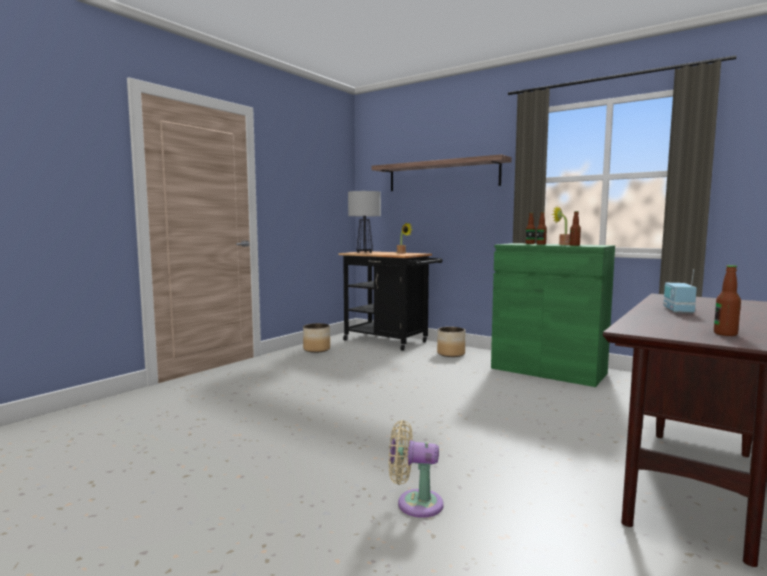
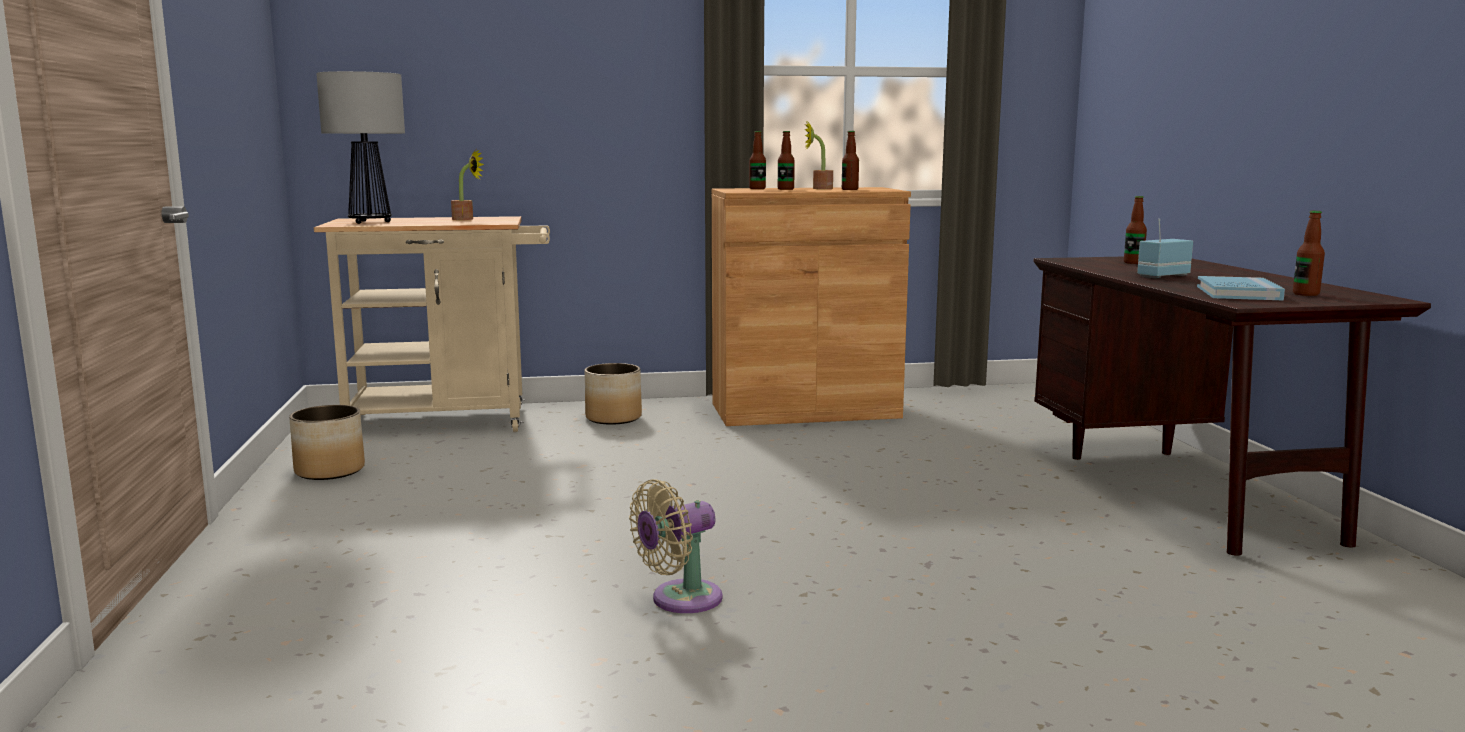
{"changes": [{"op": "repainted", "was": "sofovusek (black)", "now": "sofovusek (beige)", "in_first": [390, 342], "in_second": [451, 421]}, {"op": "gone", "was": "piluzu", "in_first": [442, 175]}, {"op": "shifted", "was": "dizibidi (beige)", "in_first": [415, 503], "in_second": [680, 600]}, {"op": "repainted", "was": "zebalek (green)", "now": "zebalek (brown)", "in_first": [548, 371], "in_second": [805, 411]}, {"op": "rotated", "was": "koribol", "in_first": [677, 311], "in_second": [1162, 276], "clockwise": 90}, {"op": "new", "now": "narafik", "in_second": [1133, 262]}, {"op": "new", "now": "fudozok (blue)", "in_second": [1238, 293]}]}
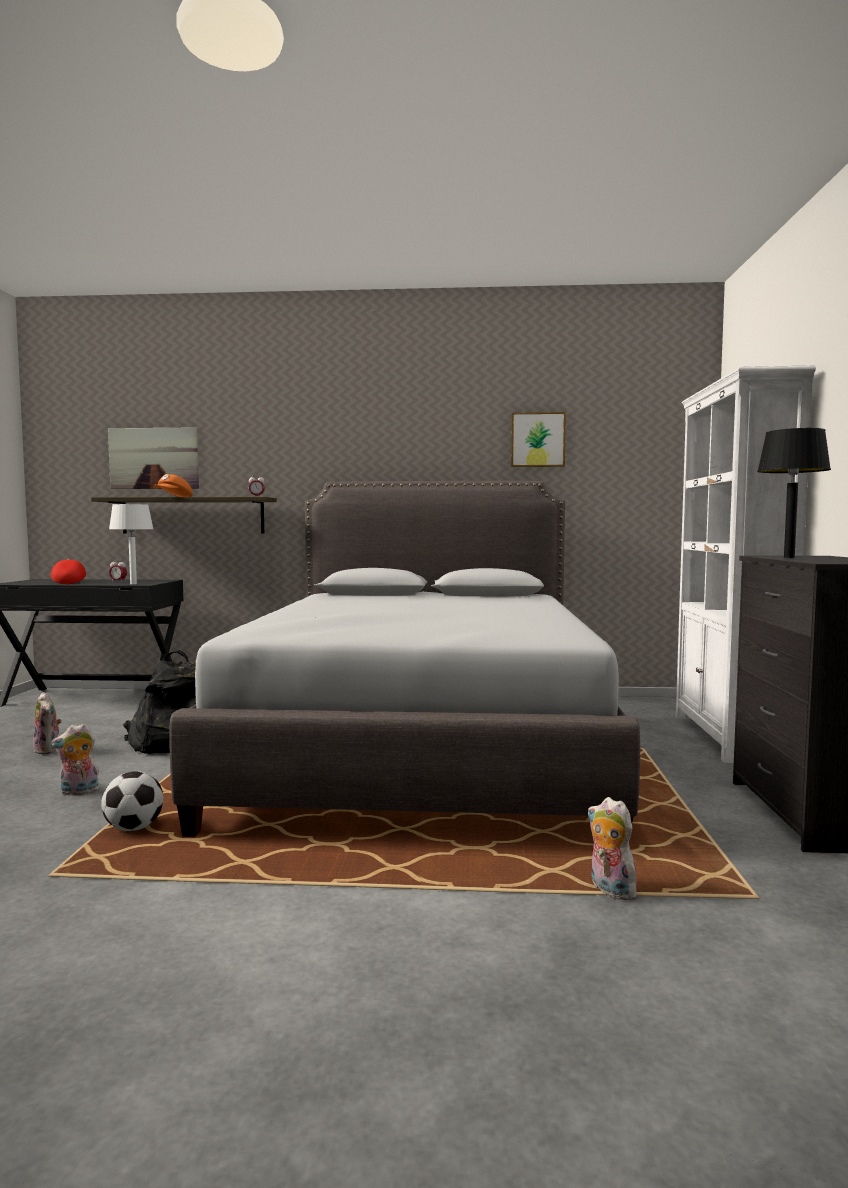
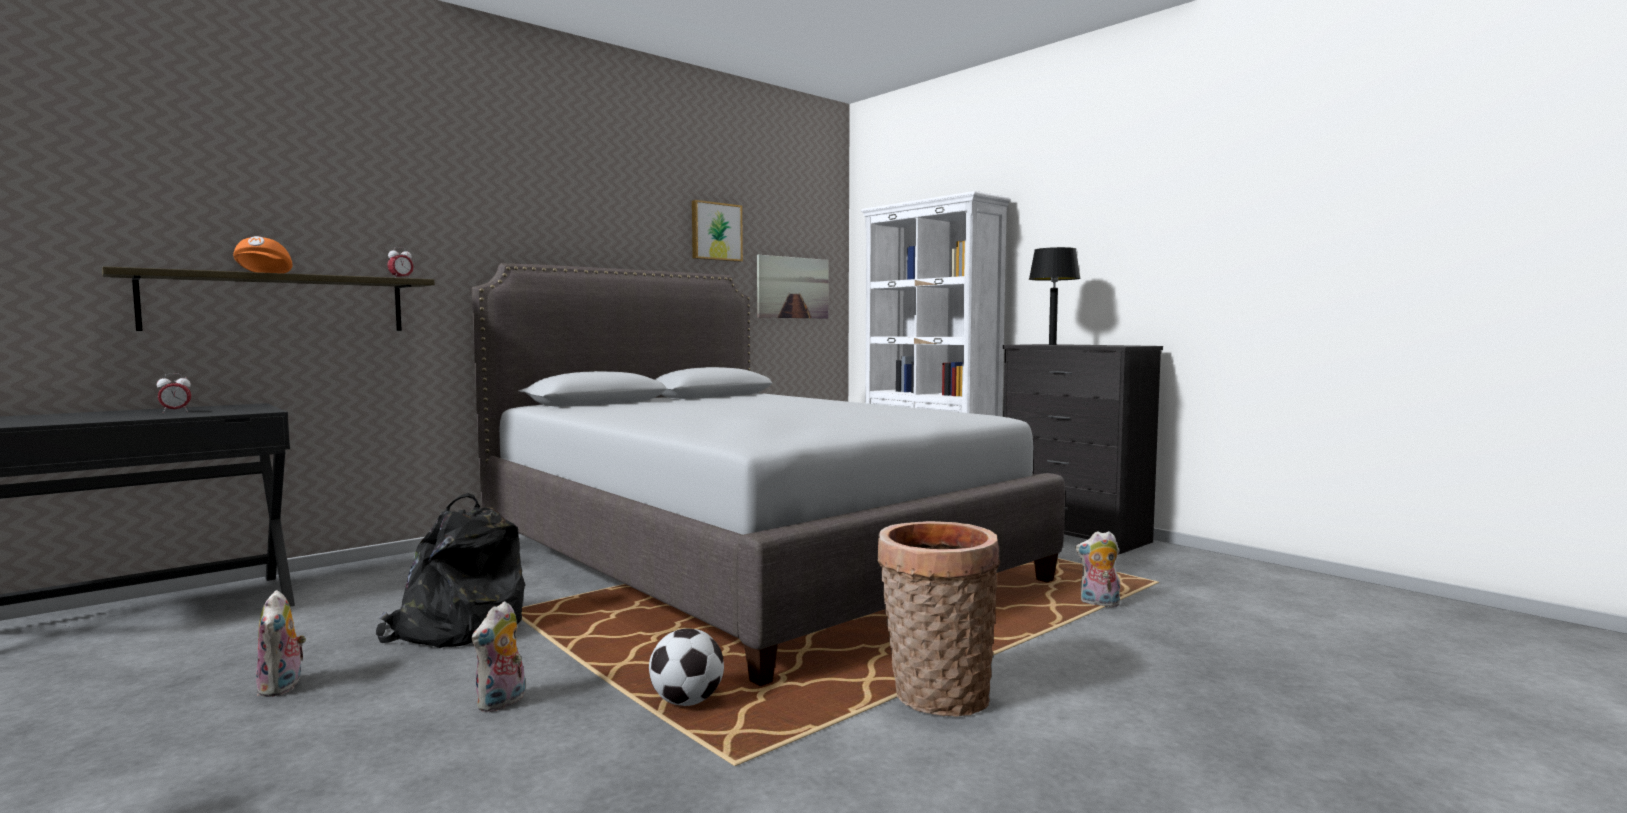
{"changes": [{"op": "rotated", "was": "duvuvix", "in_first": [48, 750], "in_second": [283, 687], "clockwise": 60}, {"op": "gone", "was": "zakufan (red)", "in_first": [68, 582]}, {"op": "shifted", "was": "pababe", "in_first": [154, 458], "in_second": [793, 287]}, {"op": "gone", "was": "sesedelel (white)", "in_first": [133, 584]}, {"op": "new", "now": "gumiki", "in_second": [935, 697]}]}
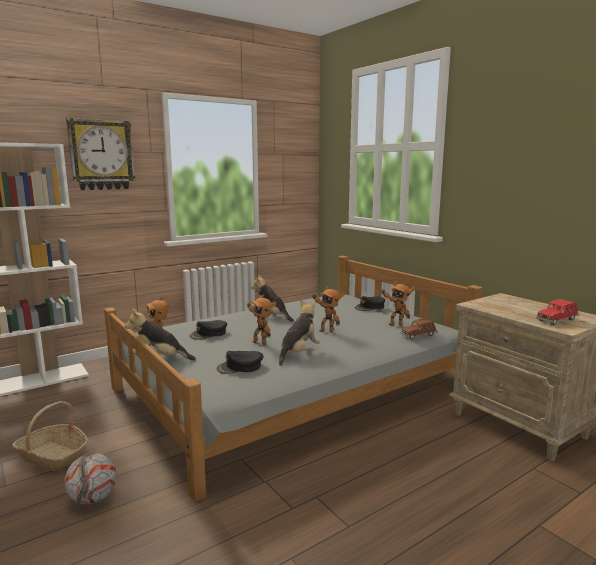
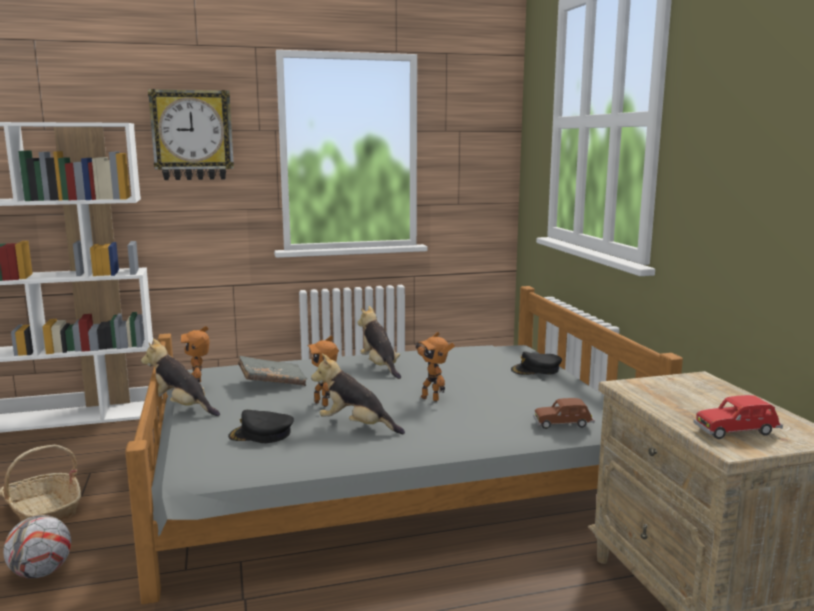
{"changes": [{"op": "swapped", "was": "zakufan (black)", "now": "fudozok (grey)", "in_first": [209, 334], "in_second": [272, 382]}, {"op": "rotated", "was": "duvuvix", "in_first": [298, 353], "in_second": [356, 426], "clockwise": -120}, {"op": "gone", "was": "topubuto", "in_first": [395, 324]}]}
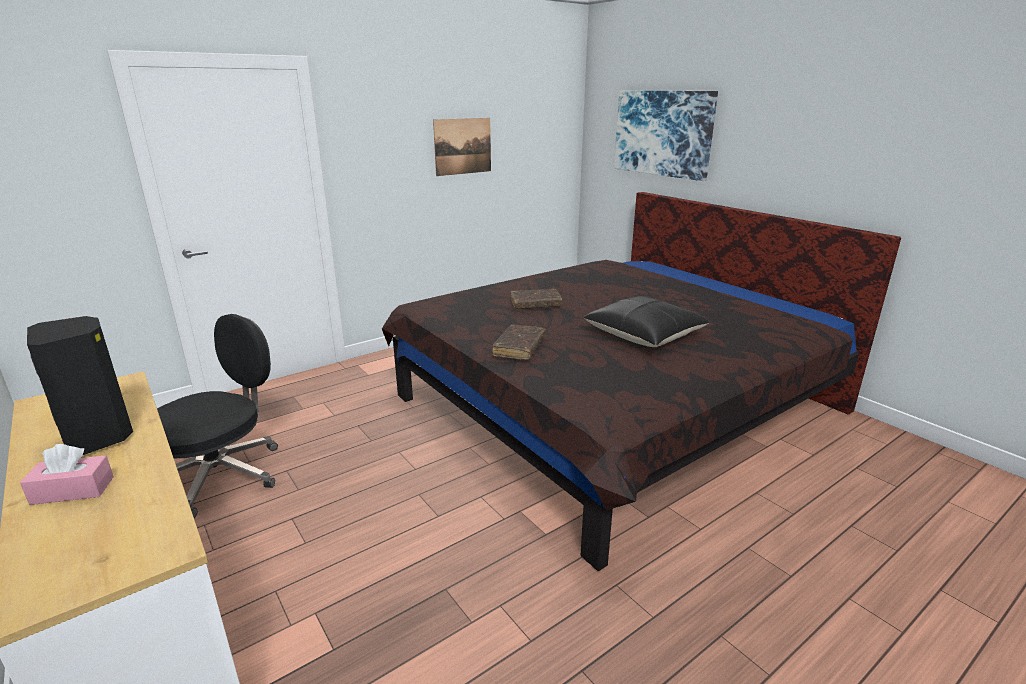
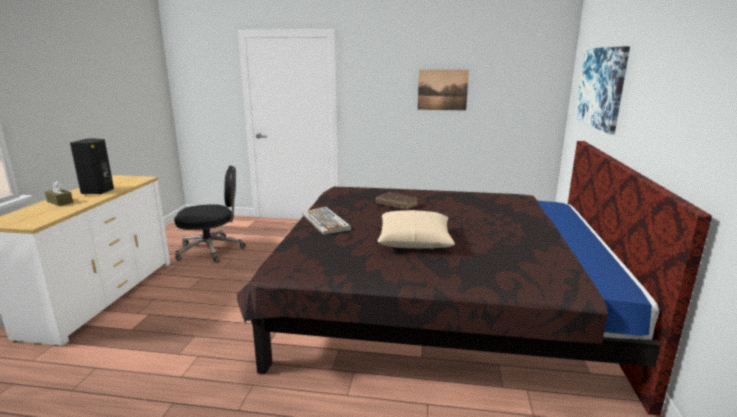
{"changes": [{"op": "repainted", "was": "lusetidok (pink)", "now": "lusetidok (brown)", "in_first": [73, 490], "in_second": [60, 202]}, {"op": "swapped", "was": "fudozok (brown)", "now": "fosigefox", "in_first": [519, 348], "in_second": [326, 222]}, {"op": "repainted", "was": "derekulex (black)", "now": "derekulex (beige)", "in_first": [644, 334], "in_second": [414, 240]}]}
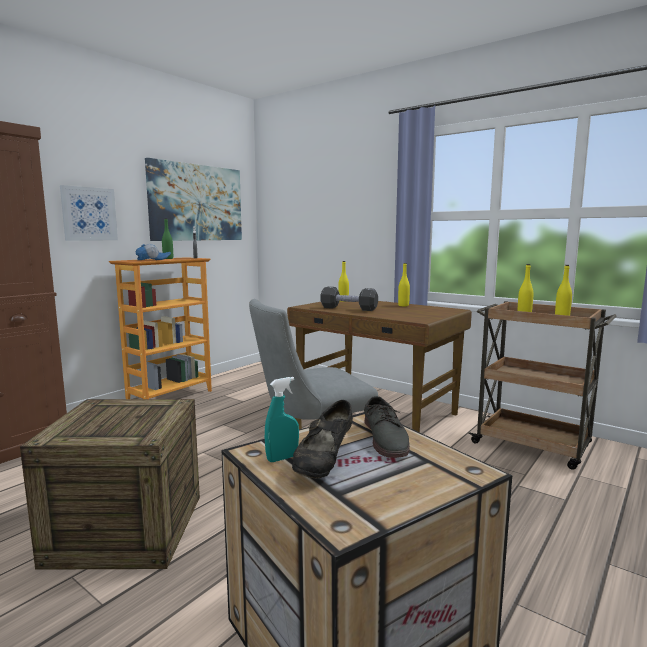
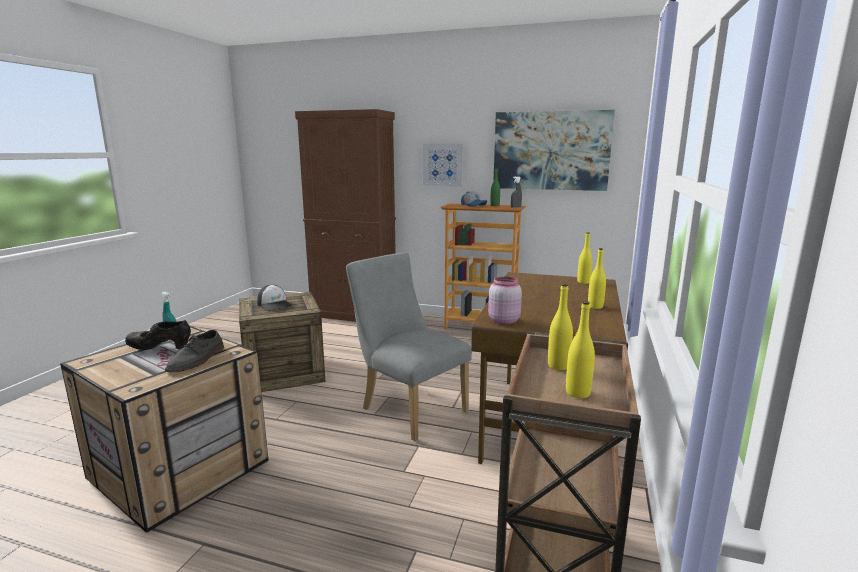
{"changes": [{"op": "gone", "was": "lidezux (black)", "in_first": [348, 308]}, {"op": "rotated", "was": "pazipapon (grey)", "in_first": [386, 438], "in_second": [197, 360], "clockwise": -45}, {"op": "new", "now": "zakufan", "in_second": [275, 305]}, {"op": "new", "now": "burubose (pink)", "in_second": [503, 321]}]}
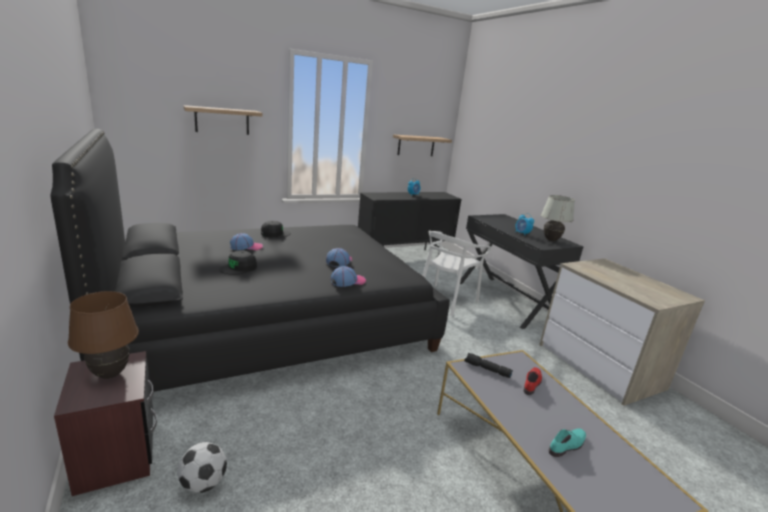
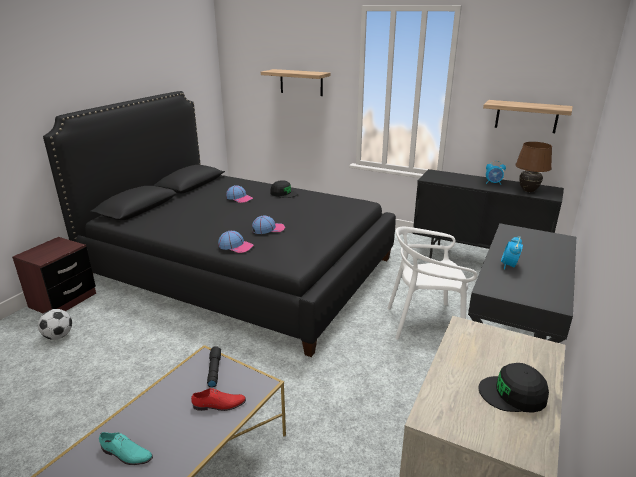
{"changes": [{"op": "shifted", "was": "sesedelel (brown)", "in_first": [111, 374], "in_second": [528, 191]}, {"op": "shifted", "was": "zakufan (black)", "in_first": [239, 268], "in_second": [513, 394]}, {"op": "gone", "was": "sesedelel (white)", "in_first": [551, 240]}]}
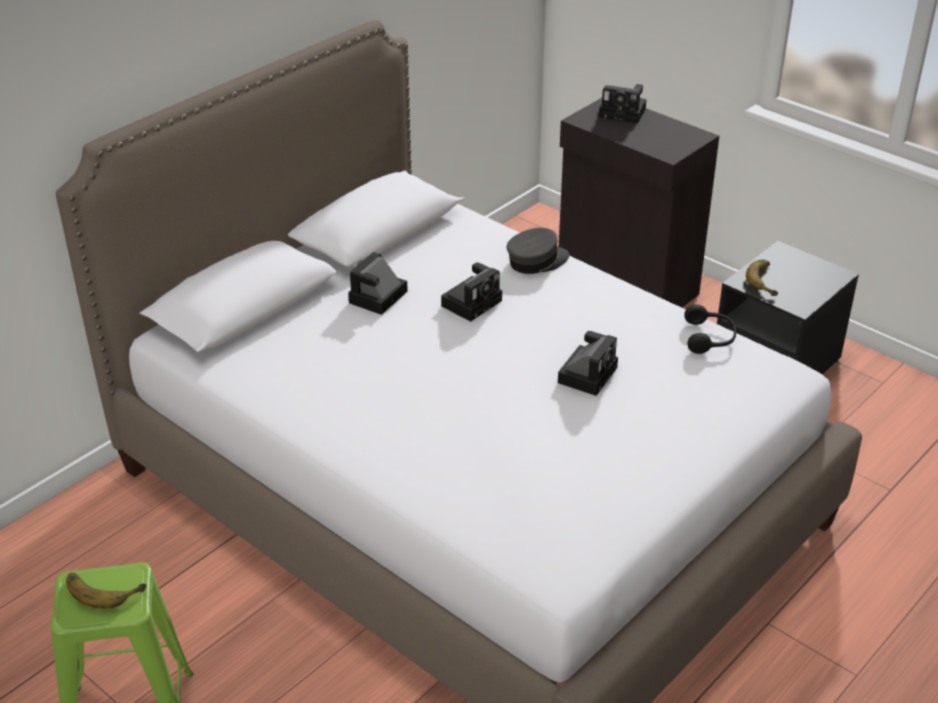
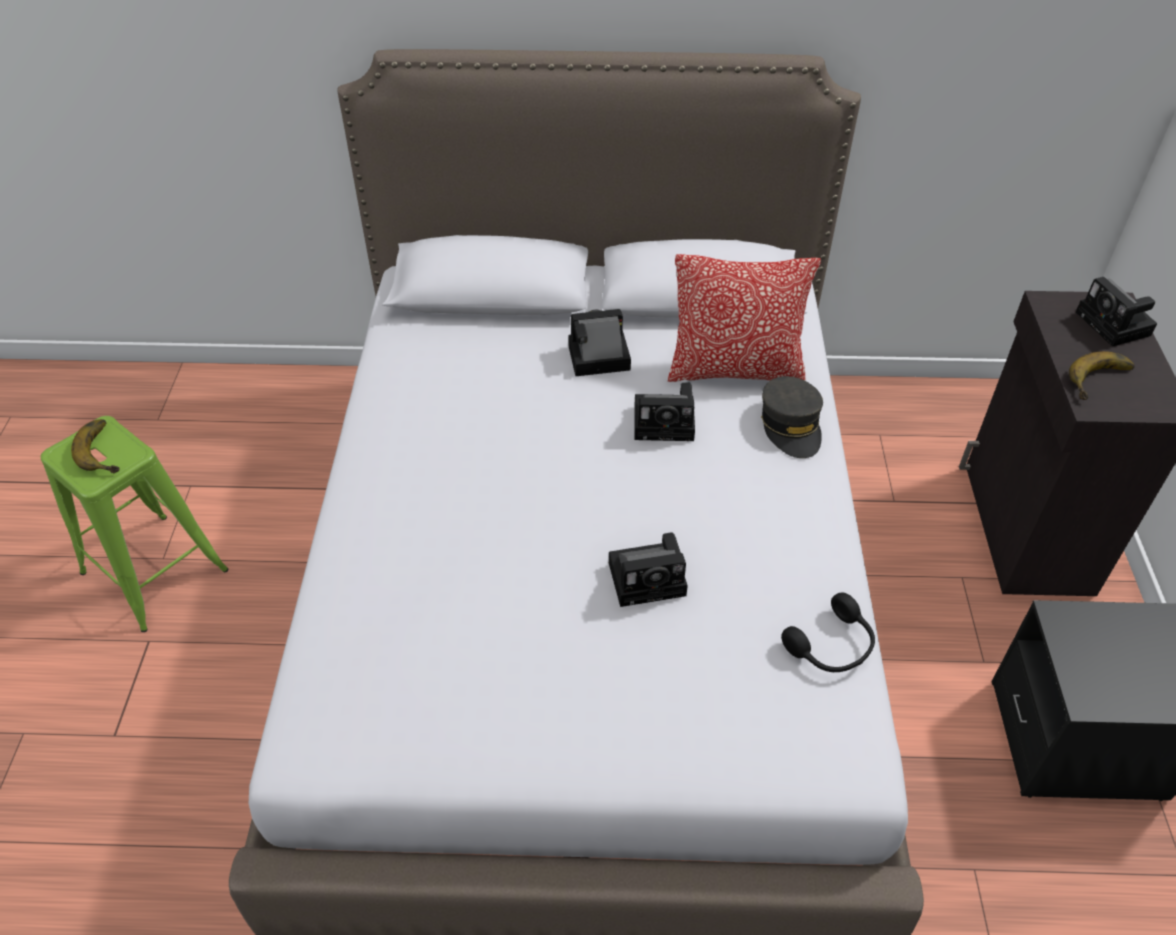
{"changes": [{"op": "rotated", "was": "zakufan (grey)", "in_first": [537, 261], "in_second": [791, 426], "clockwise": 60}, {"op": "shifted", "was": "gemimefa", "in_first": [767, 280], "in_second": [1103, 382]}, {"op": "new", "now": "derekulex", "in_second": [735, 370]}]}
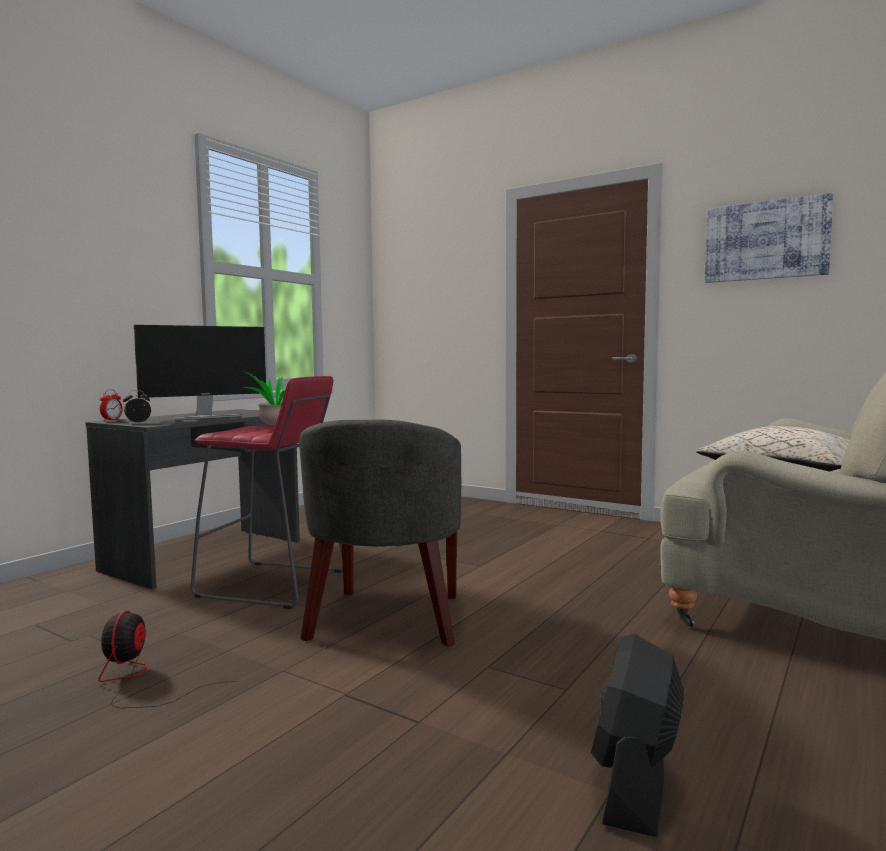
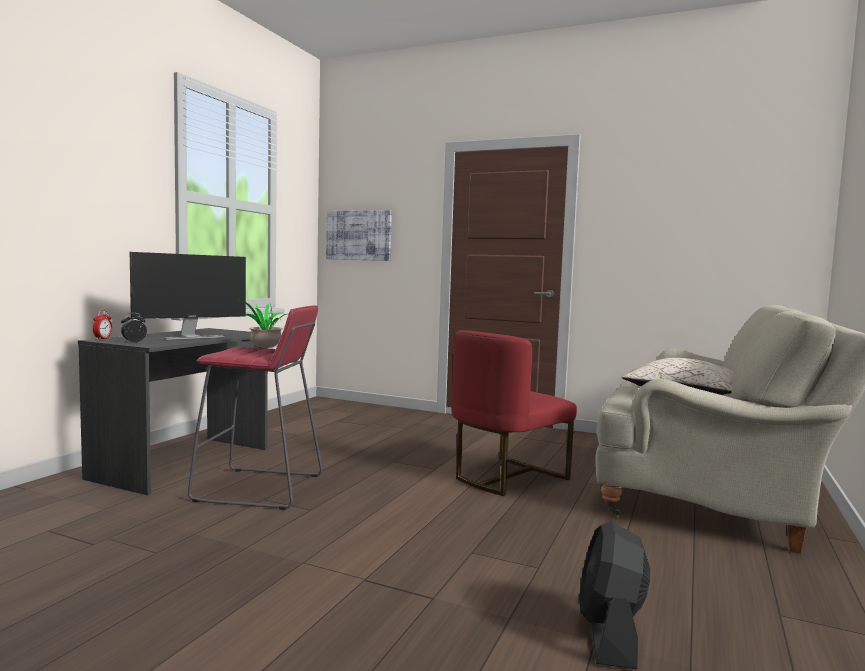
{"changes": [{"op": "gone", "was": "dizibidi", "in_first": [138, 679]}, {"op": "gone", "was": "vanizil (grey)", "in_first": [387, 620]}, {"op": "shifted", "was": "pababe", "in_first": [766, 240], "in_second": [358, 235]}, {"op": "new", "now": "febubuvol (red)", "in_second": [507, 477]}]}
